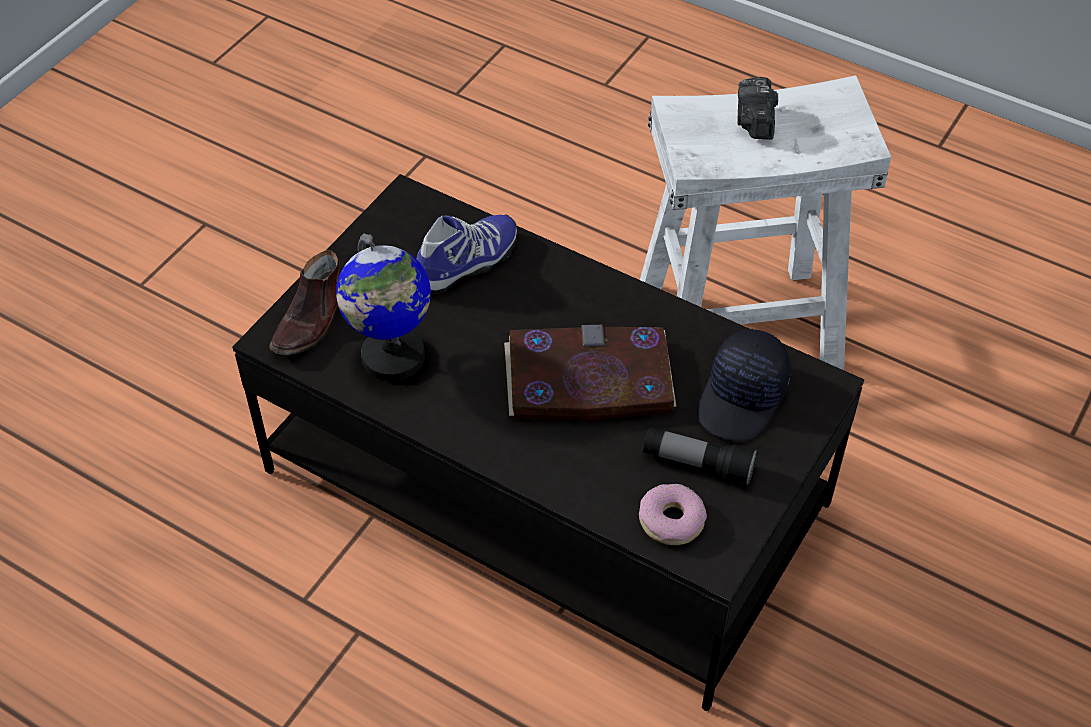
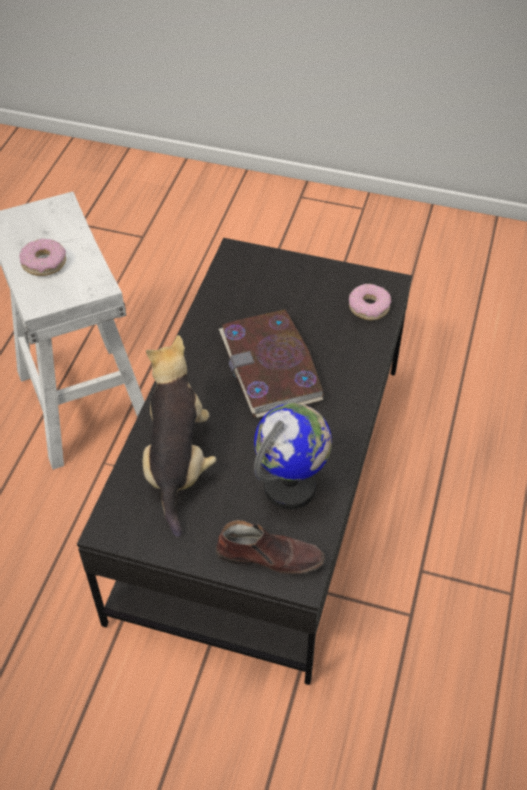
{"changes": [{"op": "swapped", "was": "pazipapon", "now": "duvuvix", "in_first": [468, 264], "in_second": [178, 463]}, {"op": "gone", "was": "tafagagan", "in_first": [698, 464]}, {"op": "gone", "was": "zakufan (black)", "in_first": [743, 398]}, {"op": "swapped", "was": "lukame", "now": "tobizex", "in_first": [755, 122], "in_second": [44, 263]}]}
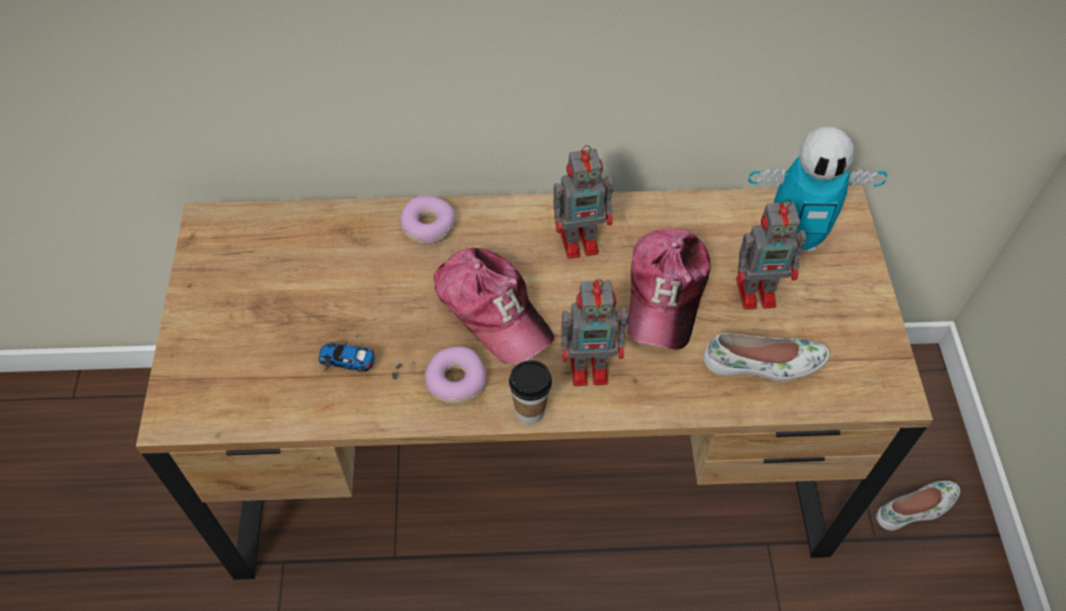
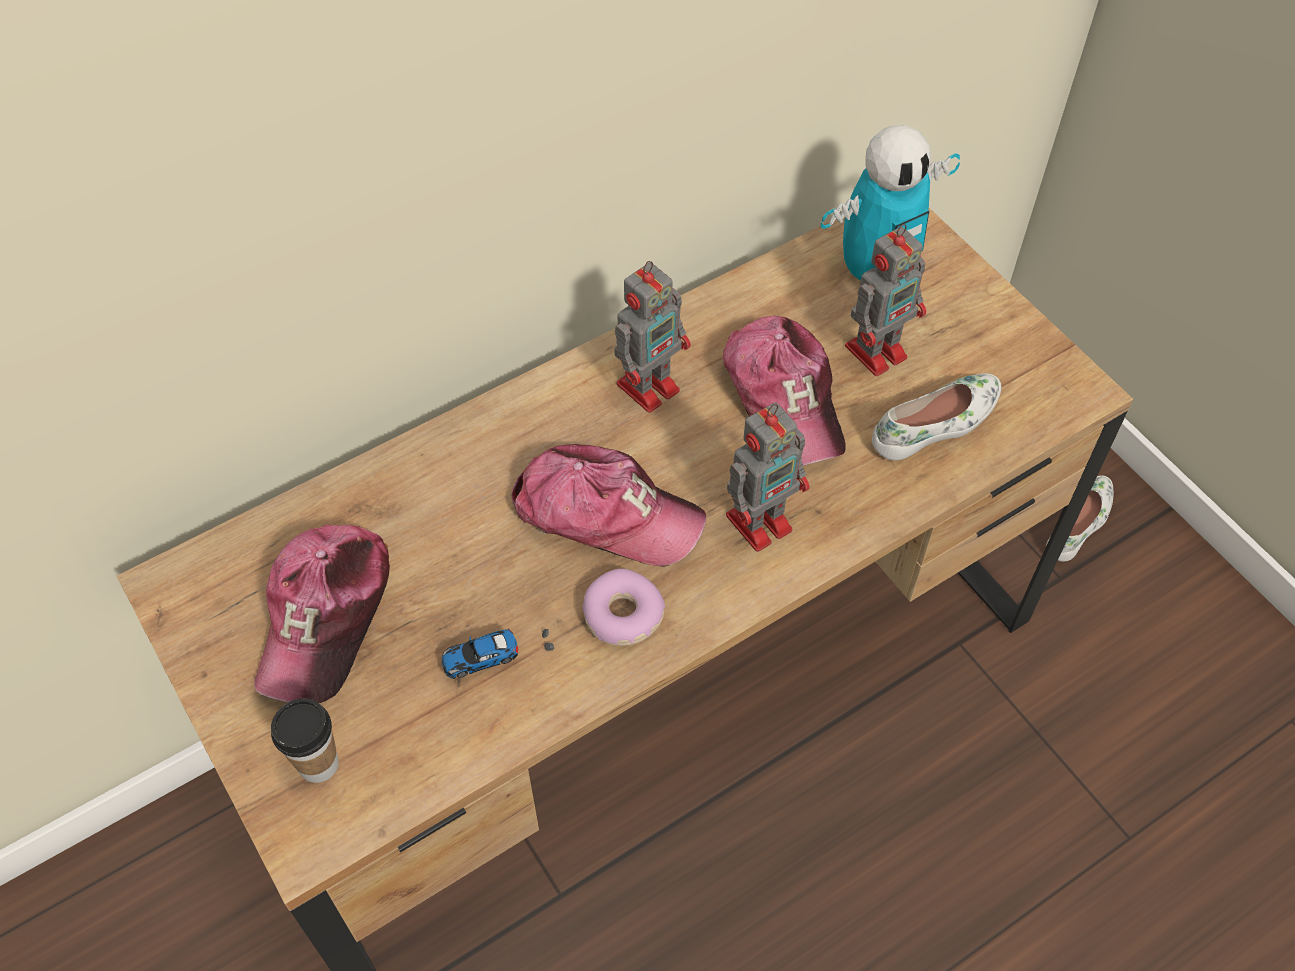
{"changes": [{"op": "gone", "was": "tobizex", "in_first": [428, 226]}, {"op": "shifted", "was": "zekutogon", "in_first": [529, 411], "in_second": [318, 764]}, {"op": "new", "now": "zakufan", "in_second": [326, 617]}]}
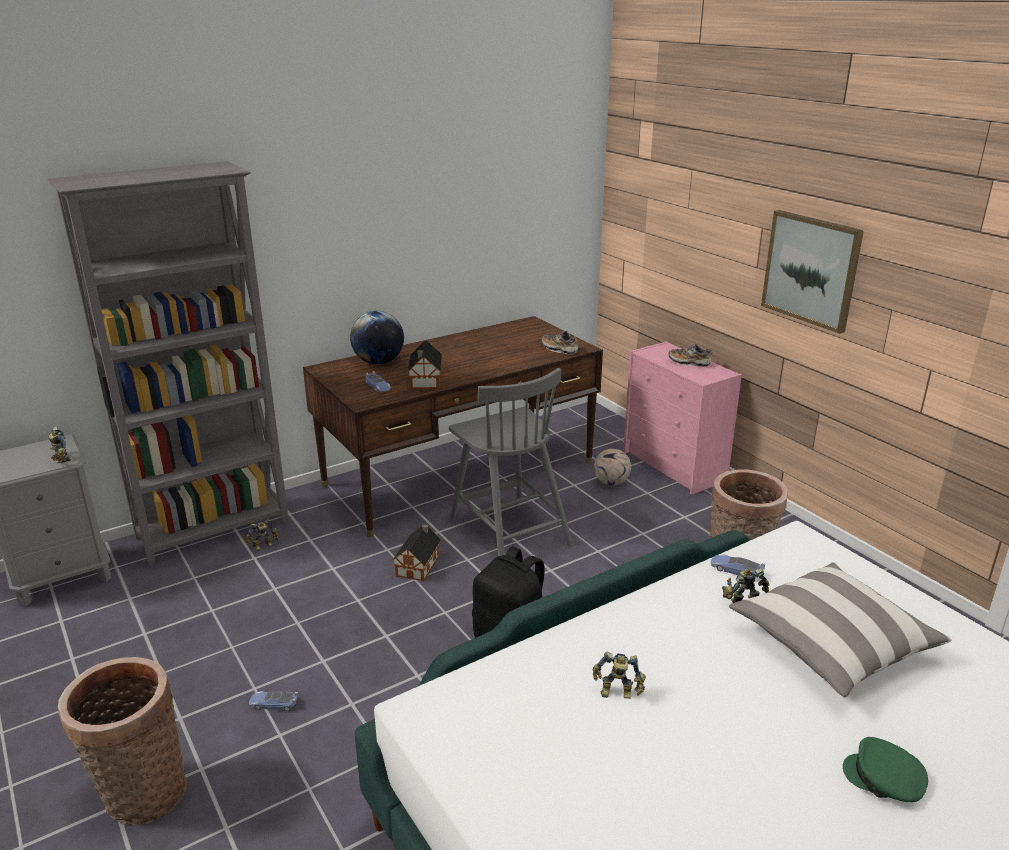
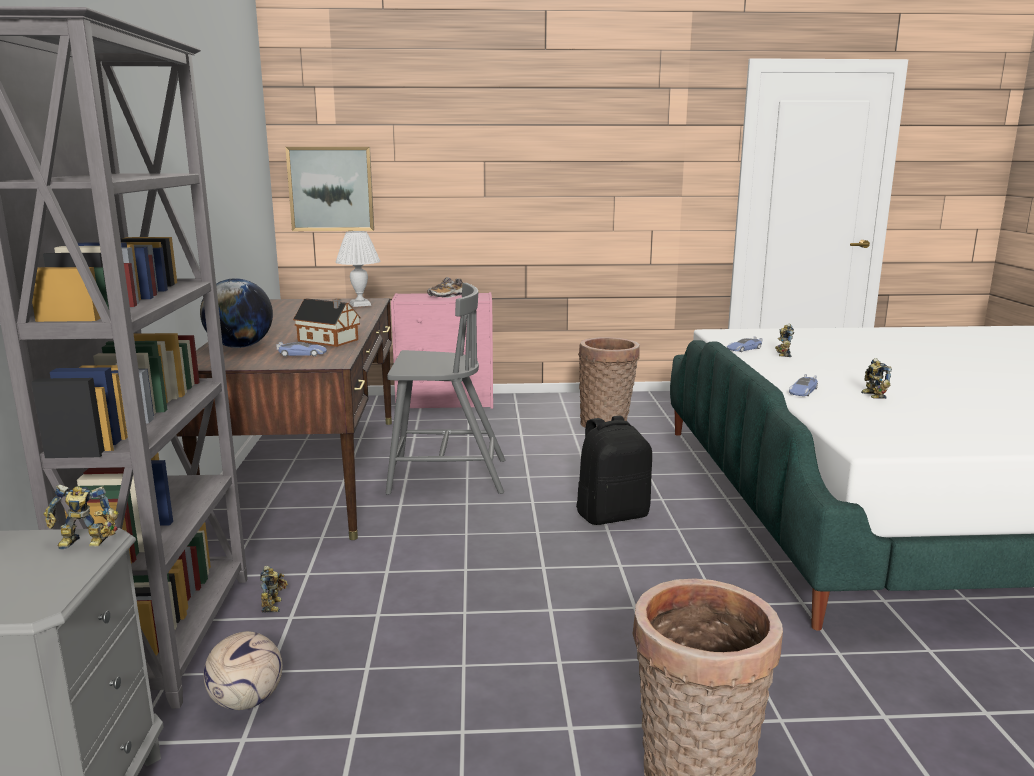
{"changes": [{"op": "shifted", "was": "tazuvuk", "in_first": [274, 704], "in_second": [803, 391]}, {"op": "gone", "was": "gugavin", "in_first": [419, 565]}, {"op": "swapped", "was": "pazipapon", "now": "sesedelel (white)", "in_first": [559, 349], "in_second": [360, 304]}, {"op": "rotated", "was": "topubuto", "in_first": [617, 693], "in_second": [872, 396], "clockwise": 135}, {"op": "shifted", "was": "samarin", "in_first": [610, 482], "in_second": [245, 701]}, {"op": "gone", "was": "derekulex", "in_first": [832, 645]}, {"op": "shifted", "was": "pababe", "in_first": [811, 270], "in_second": [331, 189]}, {"op": "gone", "was": "zakufan (green)", "in_first": [884, 781]}]}
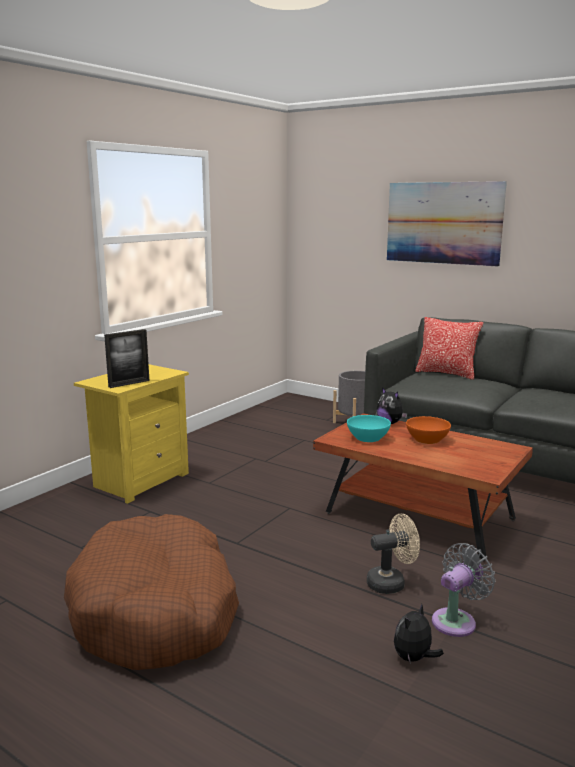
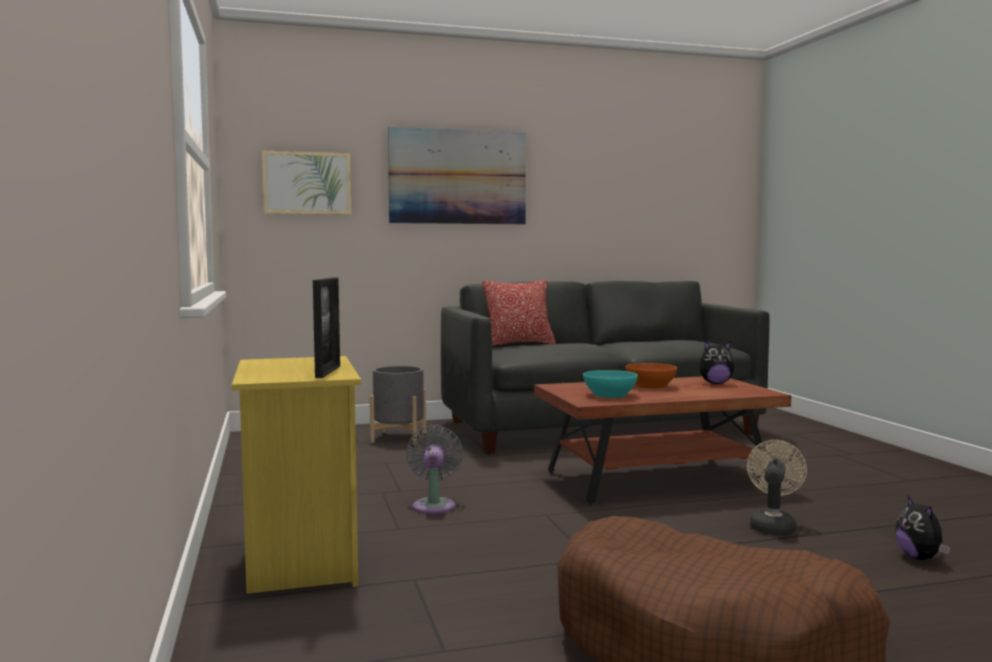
{"changes": [{"op": "shifted", "was": "duvuvix", "in_first": [390, 423], "in_second": [715, 383]}, {"op": "shifted", "was": "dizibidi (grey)", "in_first": [456, 620], "in_second": [434, 505]}, {"op": "new", "now": "pababe", "in_second": [307, 183]}]}
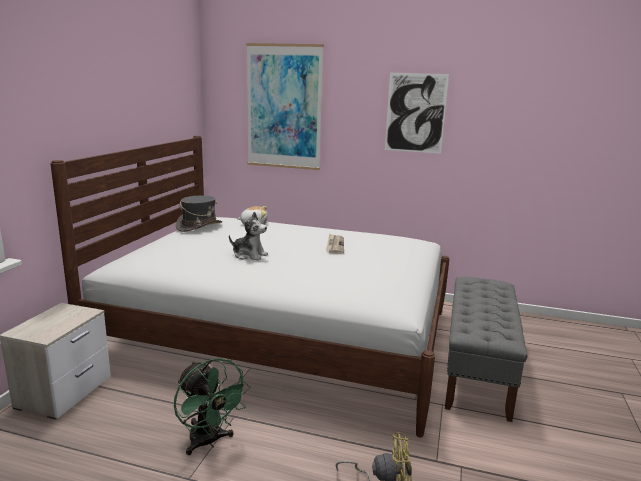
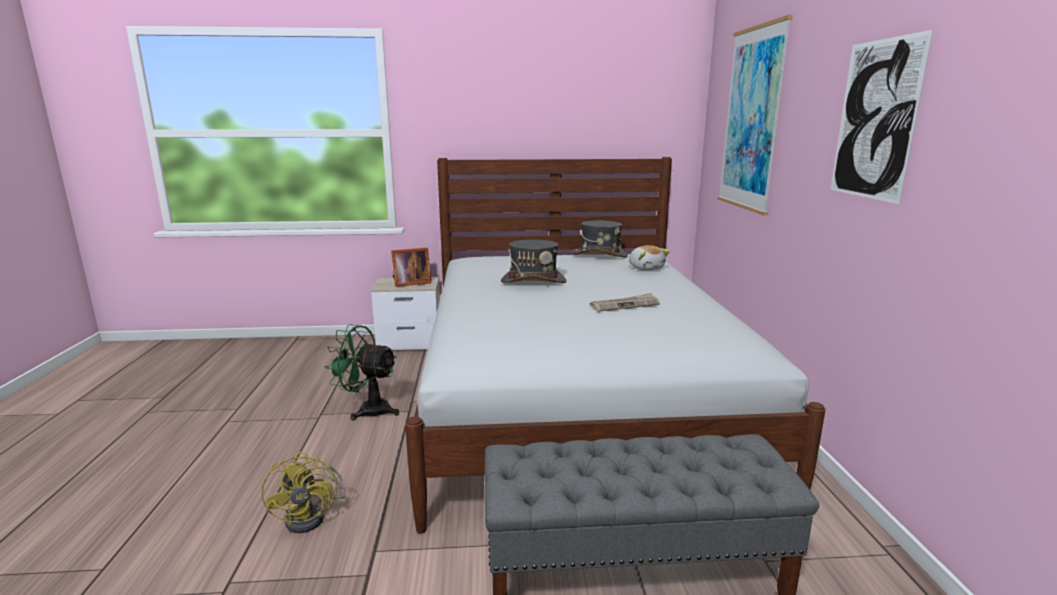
{"changes": [{"op": "rotated", "was": "dizibidi (green)", "in_first": [208, 442], "in_second": [367, 409], "clockwise": 75}, {"op": "swapped", "was": "duvuvix", "now": "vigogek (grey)", "in_first": [249, 255], "in_second": [533, 281]}, {"op": "new", "now": "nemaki", "in_second": [410, 283]}]}
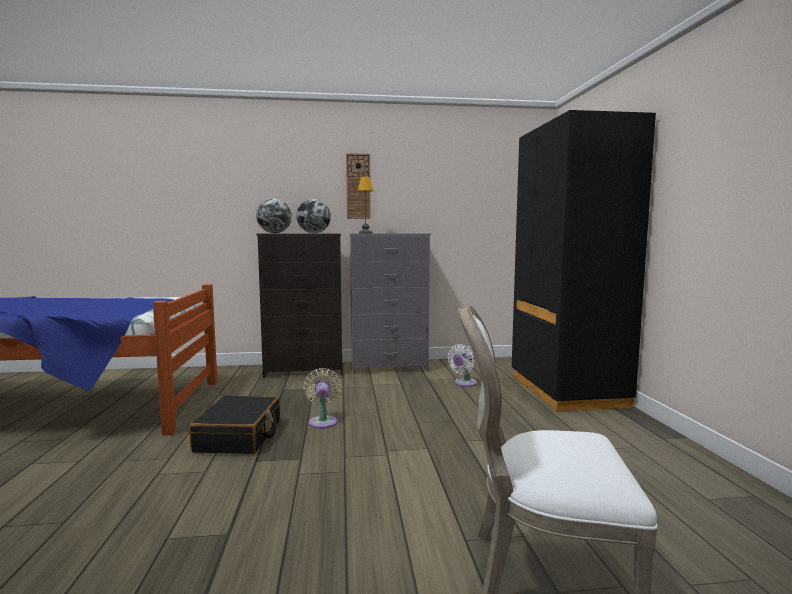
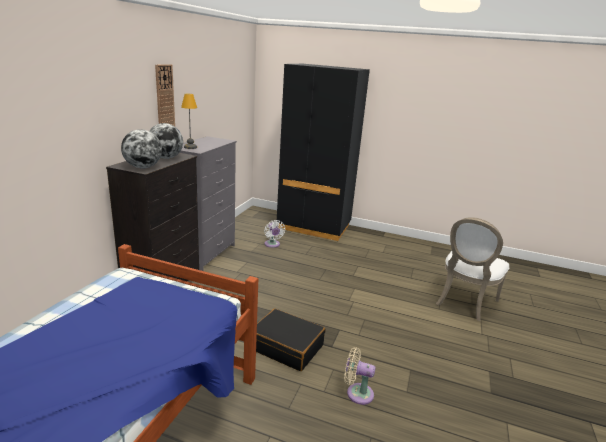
{"changes": [{"op": "shifted", "was": "dizibidi (beige)", "in_first": [323, 421], "in_second": [357, 393]}]}
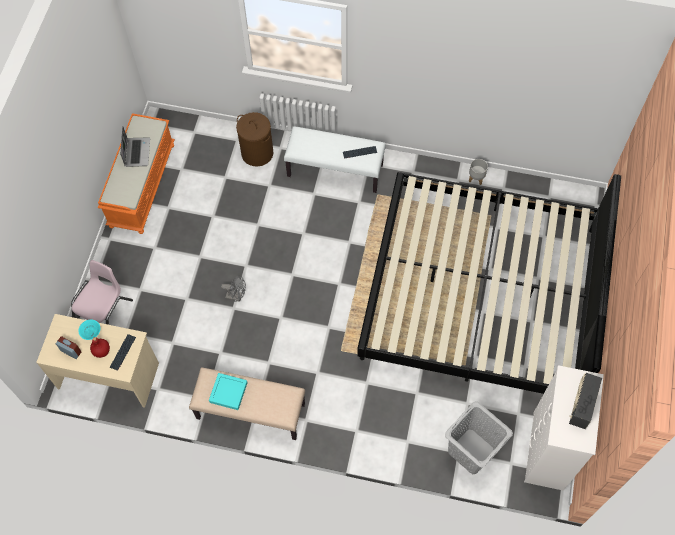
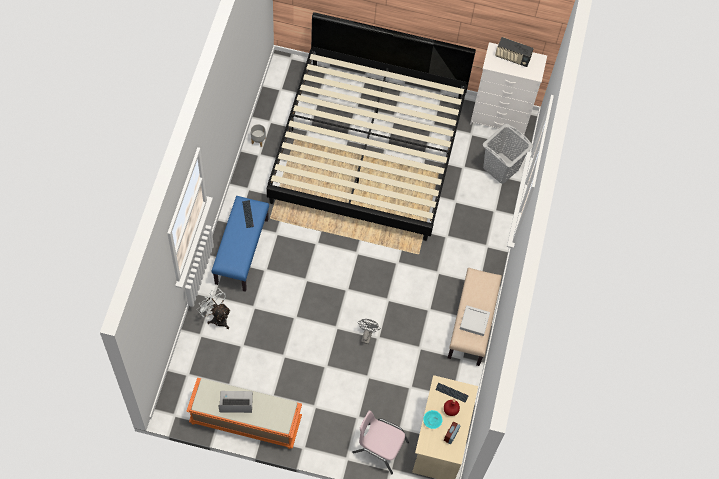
{"changes": [{"op": "repainted", "was": "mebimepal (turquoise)", "now": "mebimepal (grey)", "in_first": [228, 392], "in_second": [474, 321]}, {"op": "swapped", "was": "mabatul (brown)", "now": "dizibidi (white)", "in_first": [257, 153], "in_second": [217, 317]}, {"op": "repainted", "was": "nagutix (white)", "now": "nagutix (blue)", "in_first": [335, 170], "in_second": [241, 251]}]}
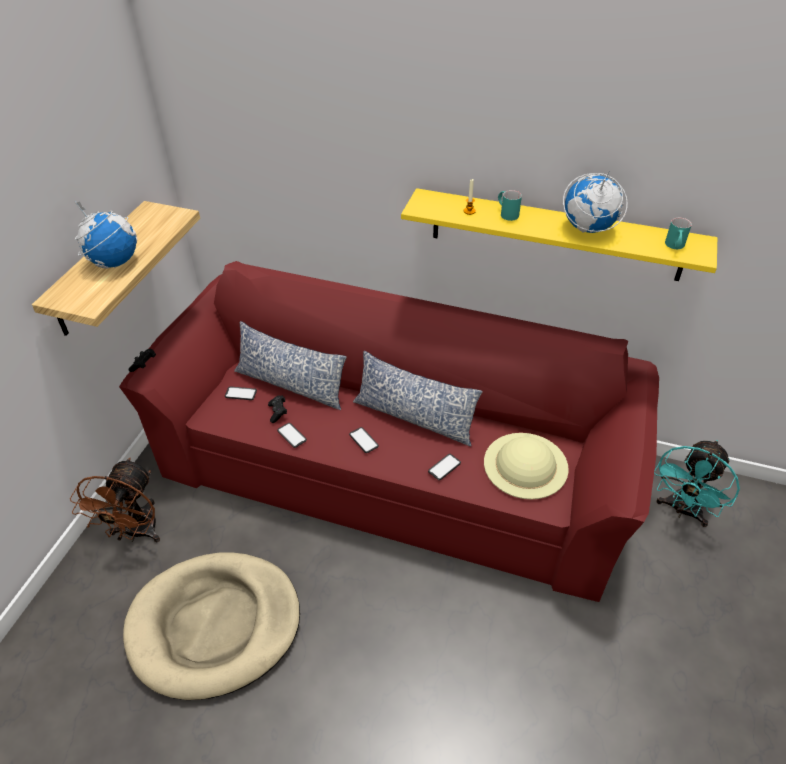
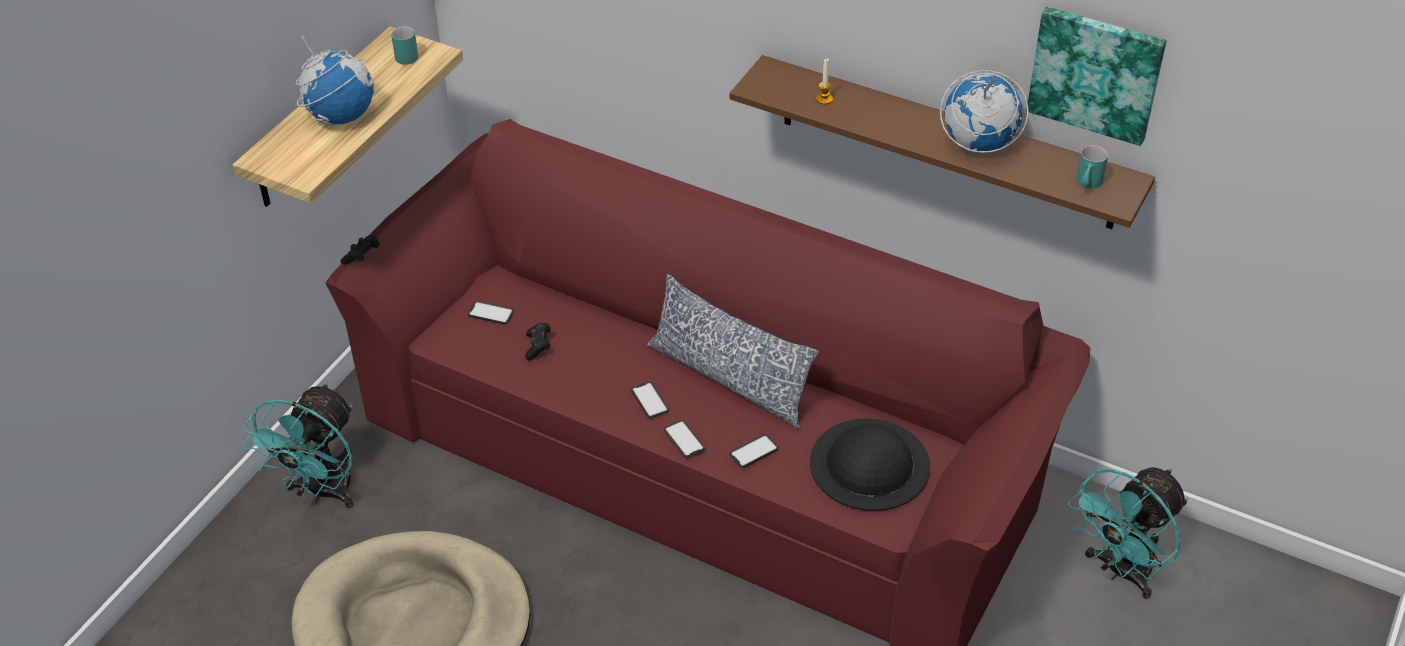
{"changes": [{"op": "repainted", "was": "dizibidi (brown)", "now": "dizibidi (turquoise)", "in_first": [136, 533], "in_second": [322, 492]}, {"op": "gone", "was": "derekulex", "in_first": [290, 385]}, {"op": "shifted", "was": "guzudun", "in_first": [291, 435], "in_second": [684, 439]}, {"op": "repainted", "was": "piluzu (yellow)", "now": "piluzu (brown)", "in_first": [555, 235], "in_second": [947, 143]}, {"op": "repainted", "was": "vigogek (beige)", "now": "vigogek (black)", "in_first": [525, 465], "in_second": [869, 464]}, {"op": "shifted", "was": "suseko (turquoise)", "in_first": [506, 213], "in_second": [405, 54]}, {"op": "new", "now": "pababe", "in_second": [1096, 73]}]}
